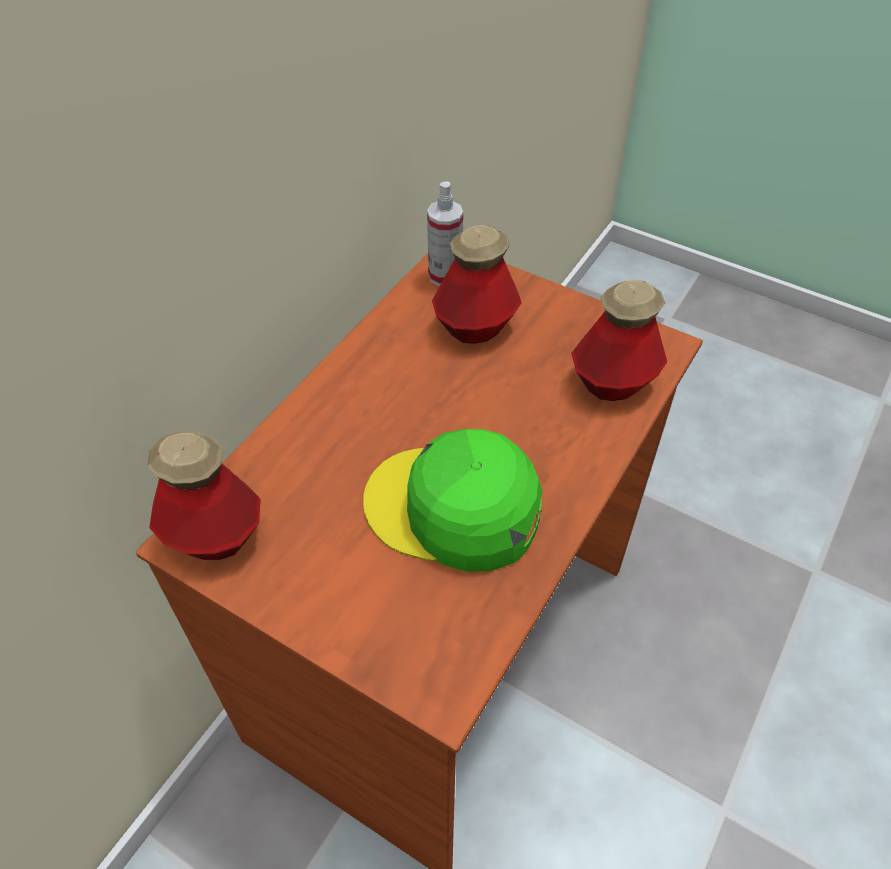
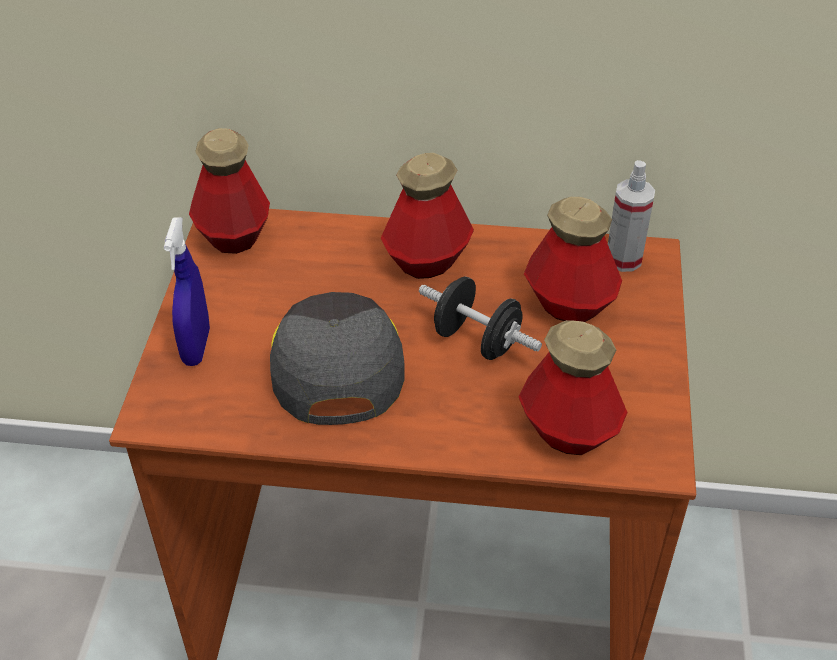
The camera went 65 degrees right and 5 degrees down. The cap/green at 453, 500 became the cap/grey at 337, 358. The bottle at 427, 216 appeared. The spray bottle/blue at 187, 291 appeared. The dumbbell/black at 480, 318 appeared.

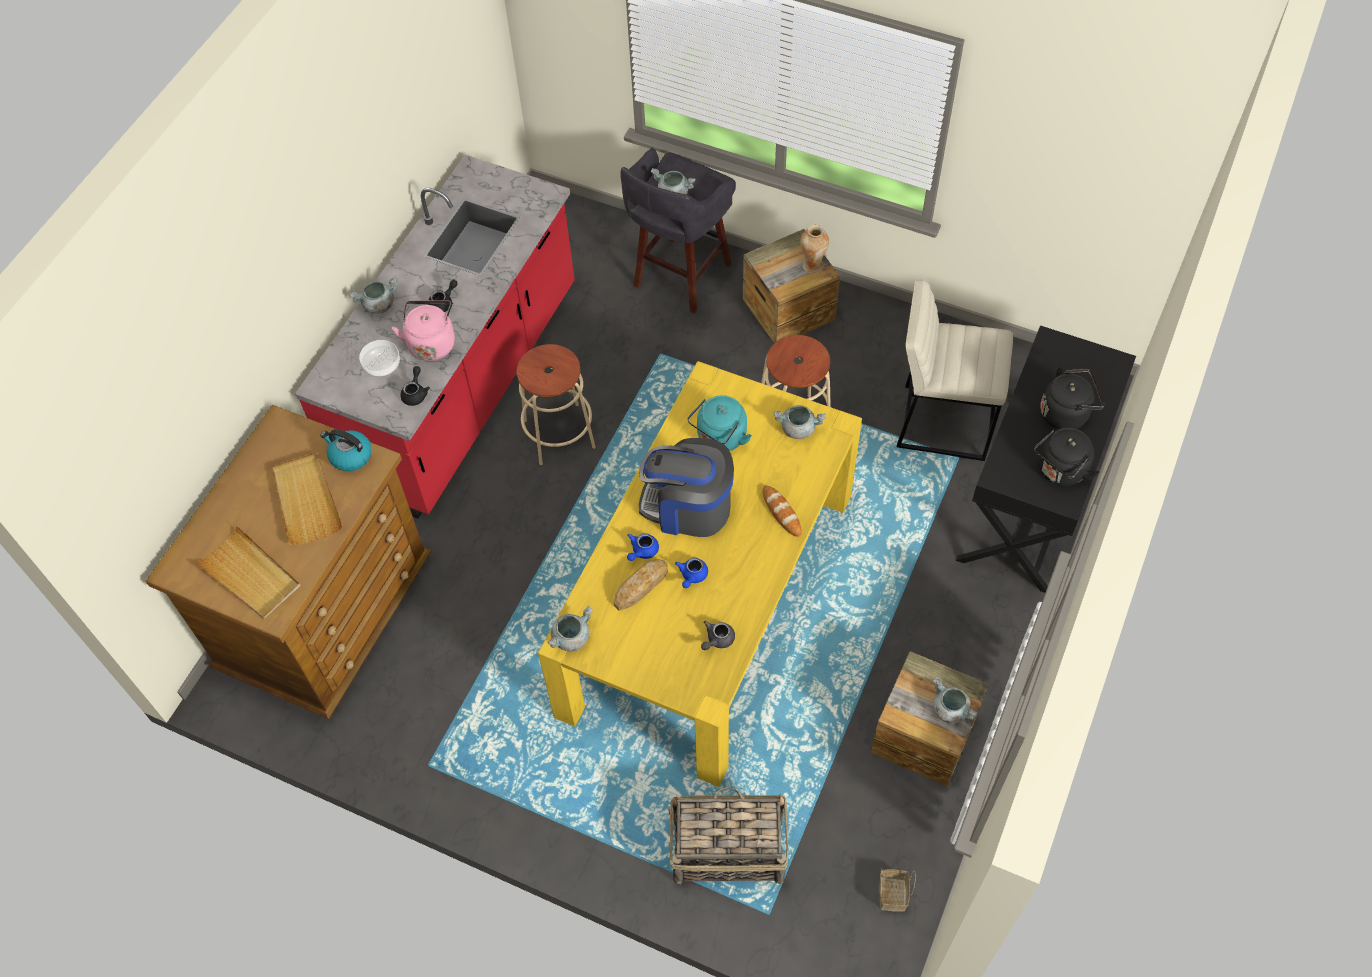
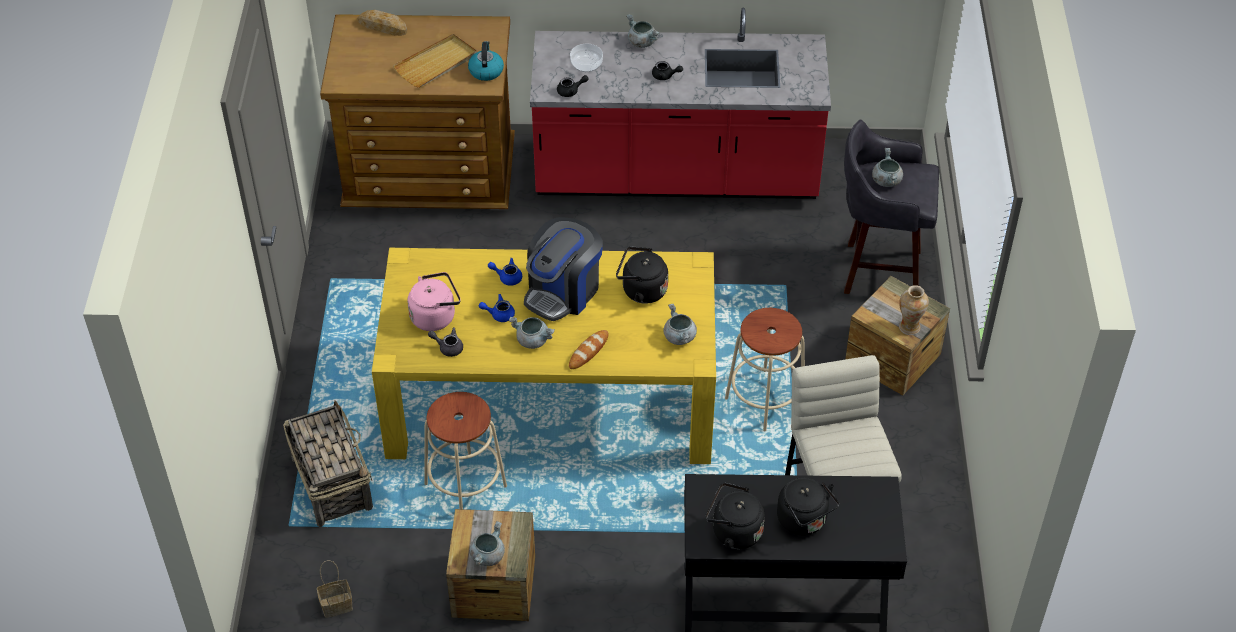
The camera went 65 degrees right and 10 degrees down. The kettle/pink moved from 423, 330 to 434, 301. The stool/beige moved from 556, 404 to 465, 450. The kettle/turquoise at 719, 423 became the kettle/black at 642, 275. The coffee machine at 686, 487 turned 135 degrees counterclockwise. The tray/beige at 247, 572 disappeared. The bread moved from 641, 585 to 382, 23. The cooking pot/grey moved from 570, 628 to 532, 333.

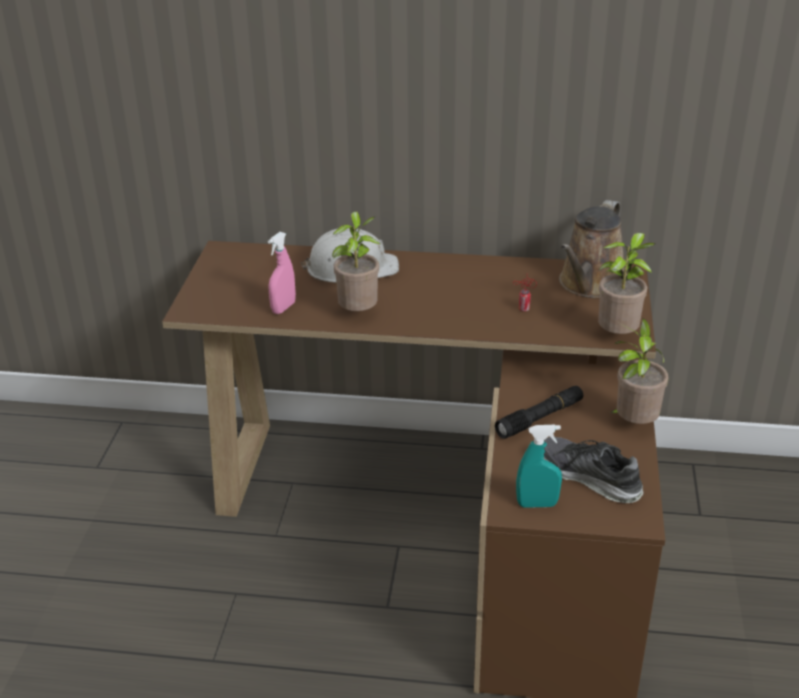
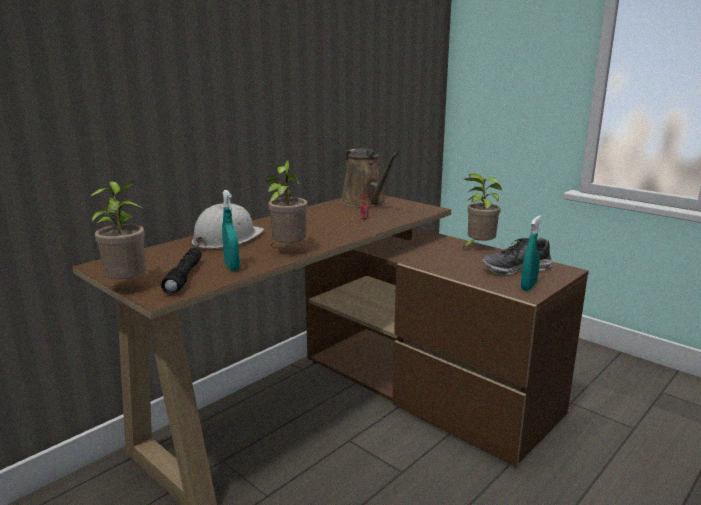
The camera went 55 degrees left and 15 degrees down. The spray bottle/pink at 282, 273 became the spray bottle/turquoise at 231, 230. The potted plant moved from 627, 283 to 118, 230. The flashlight/black moved from 539, 412 to 181, 271.

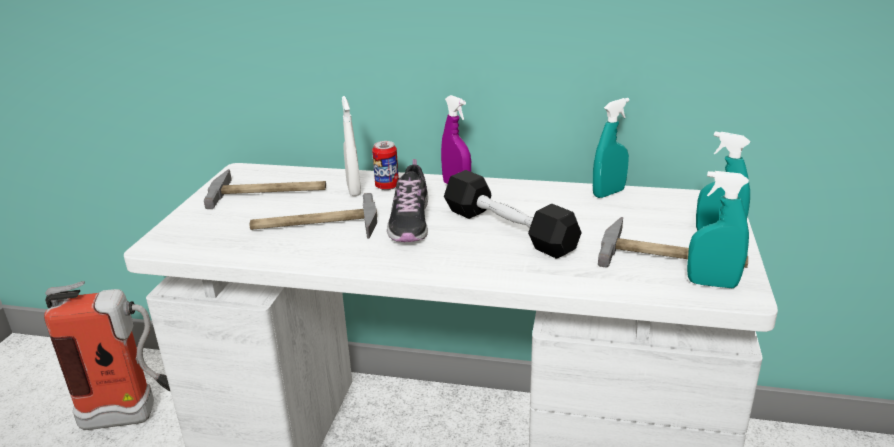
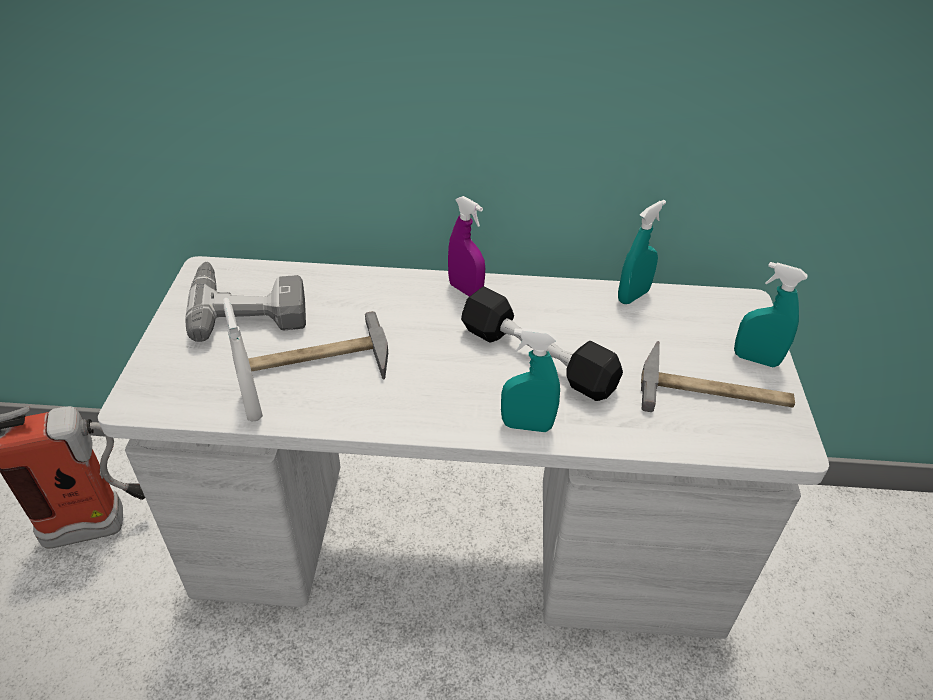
The camera went 10 degrees left and 15 degrees up. The spray bottle/white moved from 351, 146 to 243, 360. The can at 385, 165 disappeared. The shoe at 407, 200 disappeared. The hammer at 265, 189 was replaced by the power drill at 246, 302. The spray bottle/turquoise moved from 718, 229 to 530, 380.

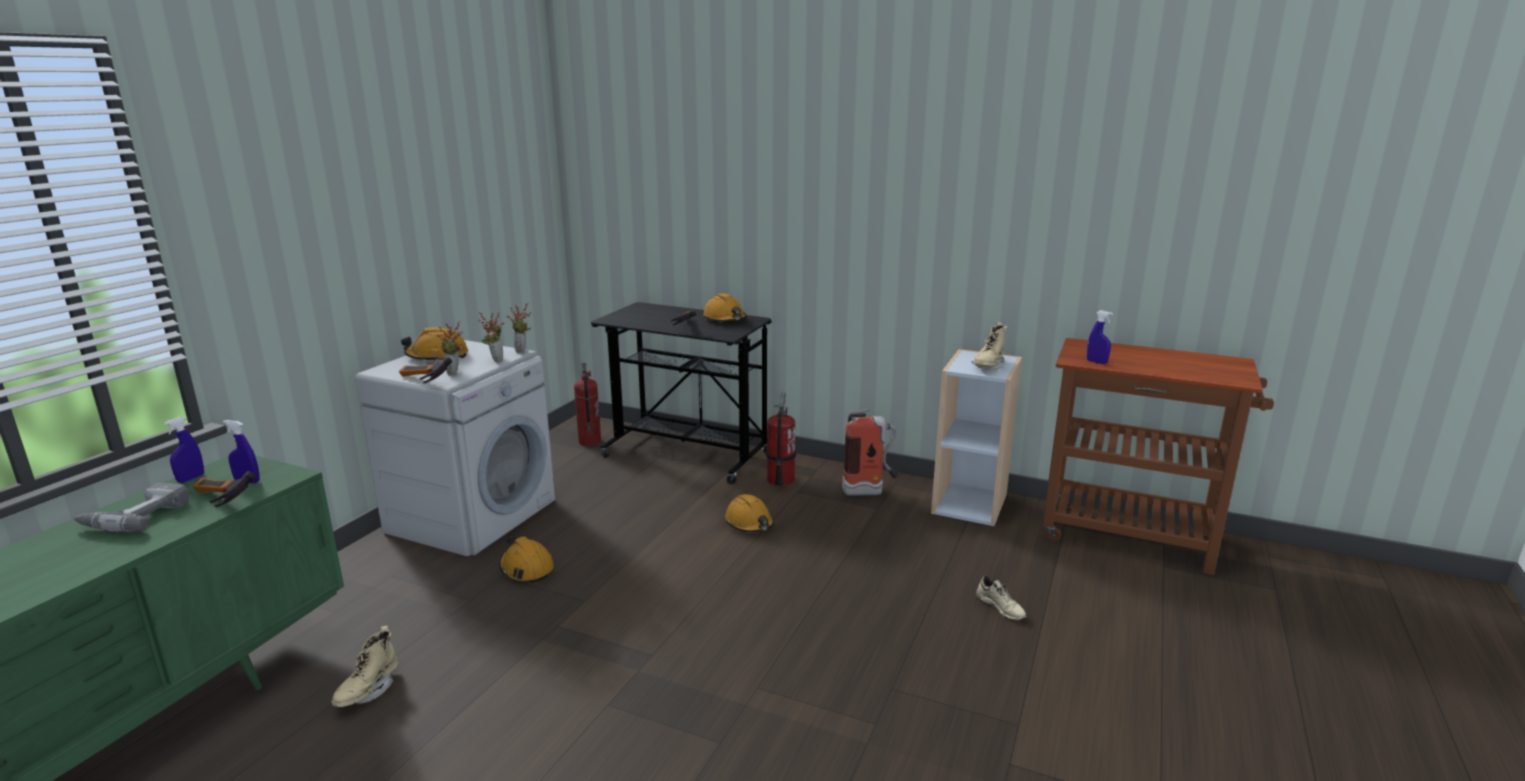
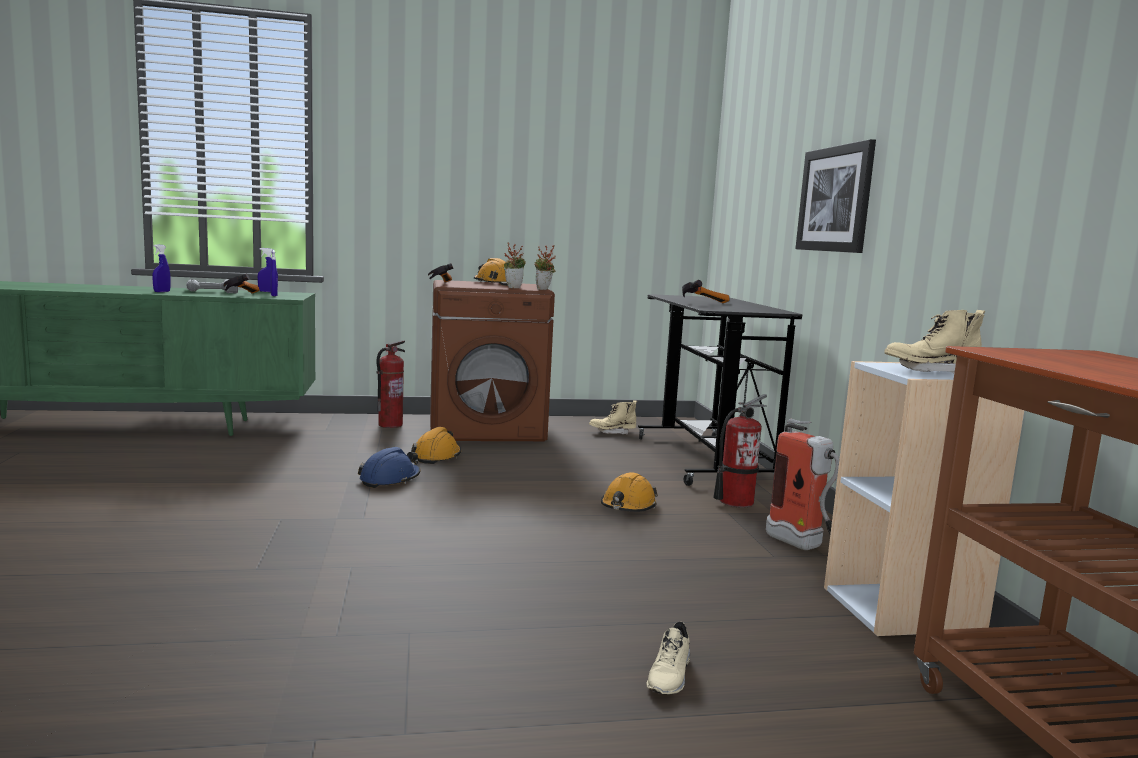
The camera went 55 degrees right and 10 degrees down. The hard hat/orange at 725, 307 disappeared. The spray bottle/blue moved from 1100, 337 to 162, 268. The potted plant at 450, 349 disappeared. The washing machine/white at 455, 448 became the washing machine/brown at 492, 360. The fire extinguisher moved from 587, 404 to 390, 384. The boot/beige moved from 364, 666 to 613, 417. The picture at 835, 196 appeared. The hard hat/blue at 389, 467 appeared.

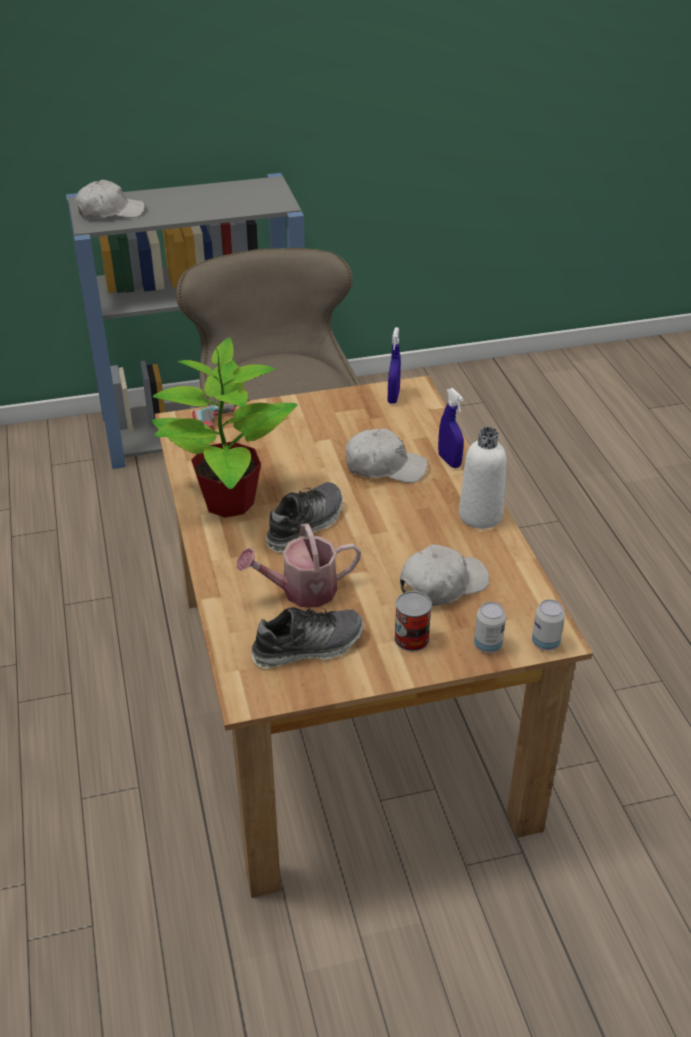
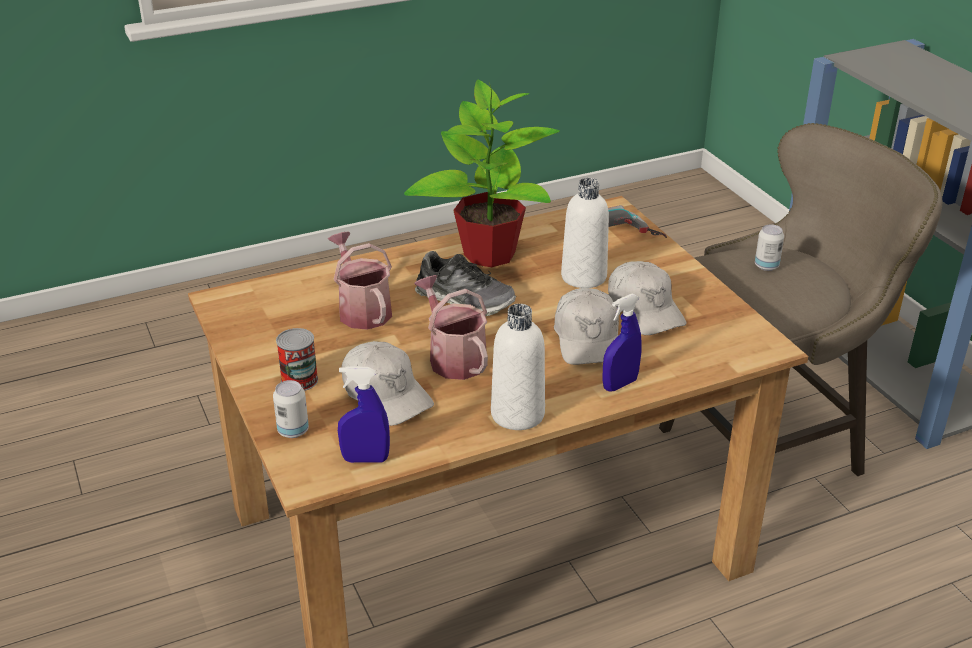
The camera went 80 degrees right and 5 degrees down. The cap/white moved from 110, 199 to 647, 298. The spray bottle/blue moved from 394, 365 to 364, 414. The can moved from 548, 624 to 769, 248. The shoe at 307, 637 disappeared. The bottle/white at 585, 233 appeared. The watering can at 451, 327 appeared.

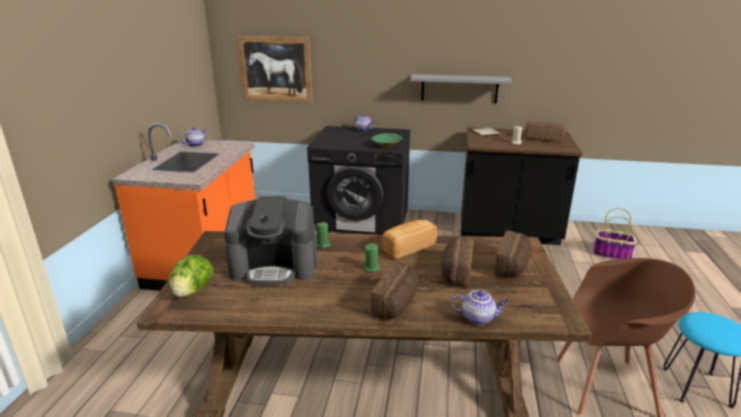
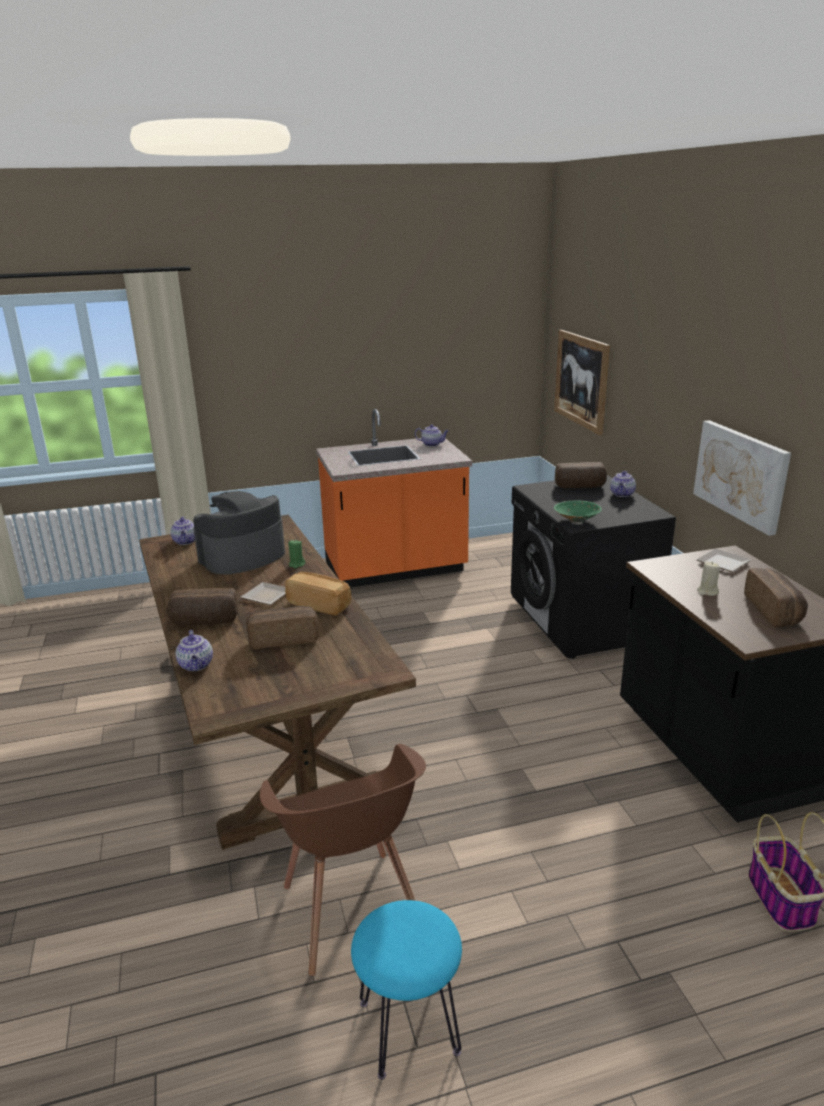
The camera went 65 degrees right and 0 degrees up. The shelf/grey at 461, 89 was replaced by the picture at 742, 478. The coffee machine at 270, 240 turned 75 degrees clockwise. The bread moved from 513, 254 to 581, 475. The candle/green at 371, 257 was replaced by the plate at 263, 593. The lettuce at 191, 276 was replaced by the teapot at 182, 531.

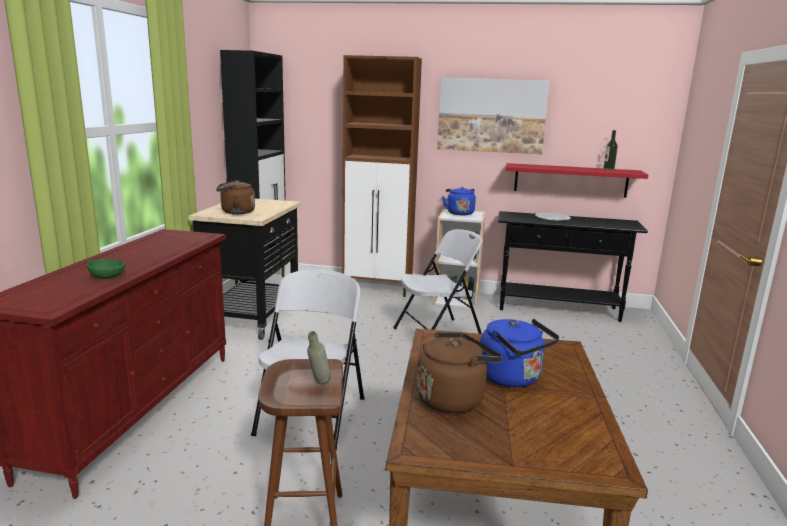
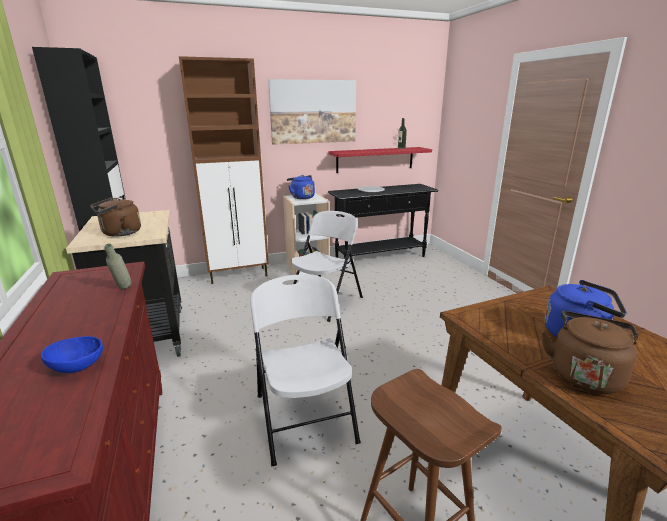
The camera went 30 degrees left and 5 degrees up. The bowl/green at 106, 269 became the bowl/blue at 72, 354. The bottle/grey moved from 319, 357 to 118, 266.

